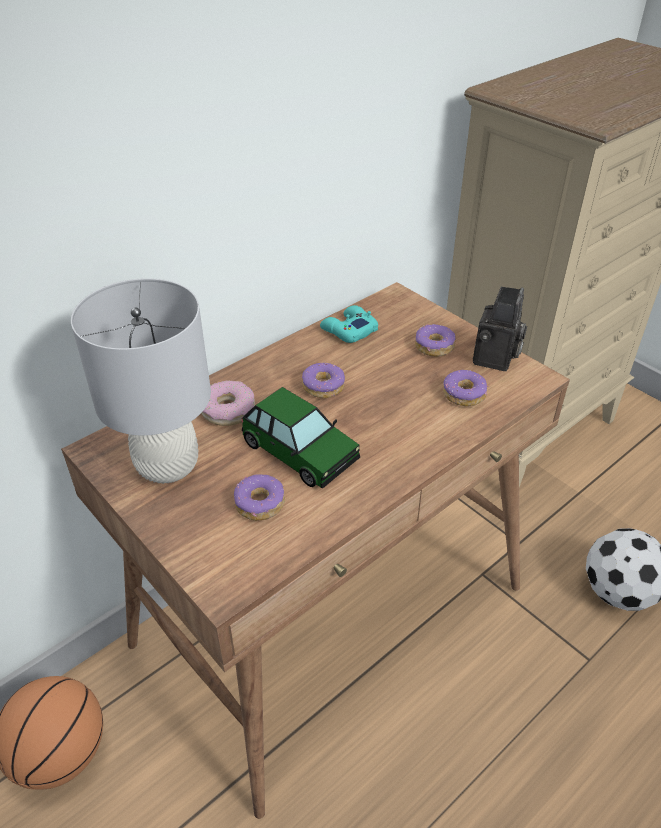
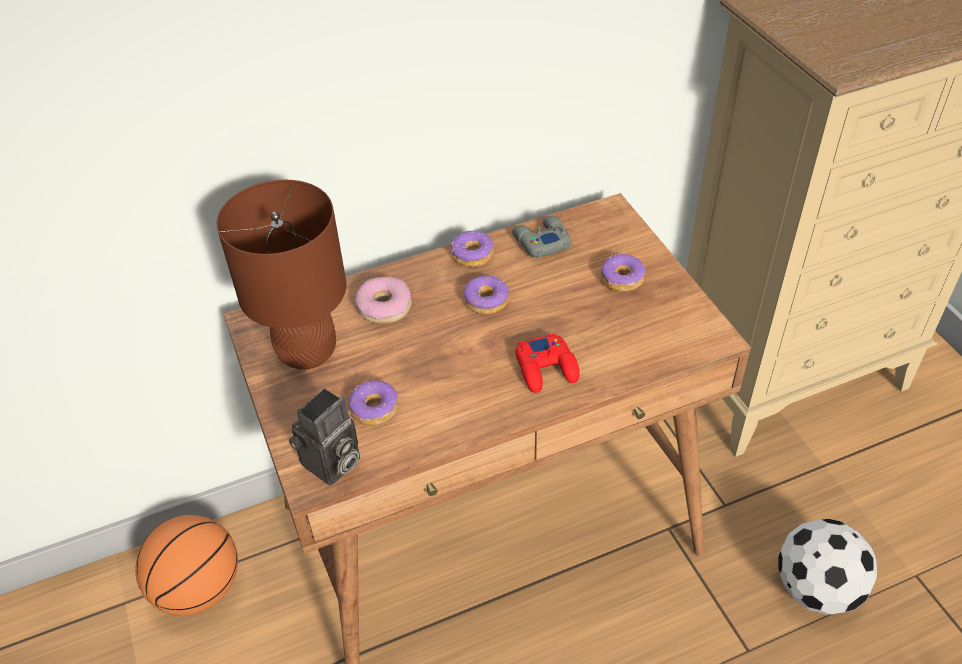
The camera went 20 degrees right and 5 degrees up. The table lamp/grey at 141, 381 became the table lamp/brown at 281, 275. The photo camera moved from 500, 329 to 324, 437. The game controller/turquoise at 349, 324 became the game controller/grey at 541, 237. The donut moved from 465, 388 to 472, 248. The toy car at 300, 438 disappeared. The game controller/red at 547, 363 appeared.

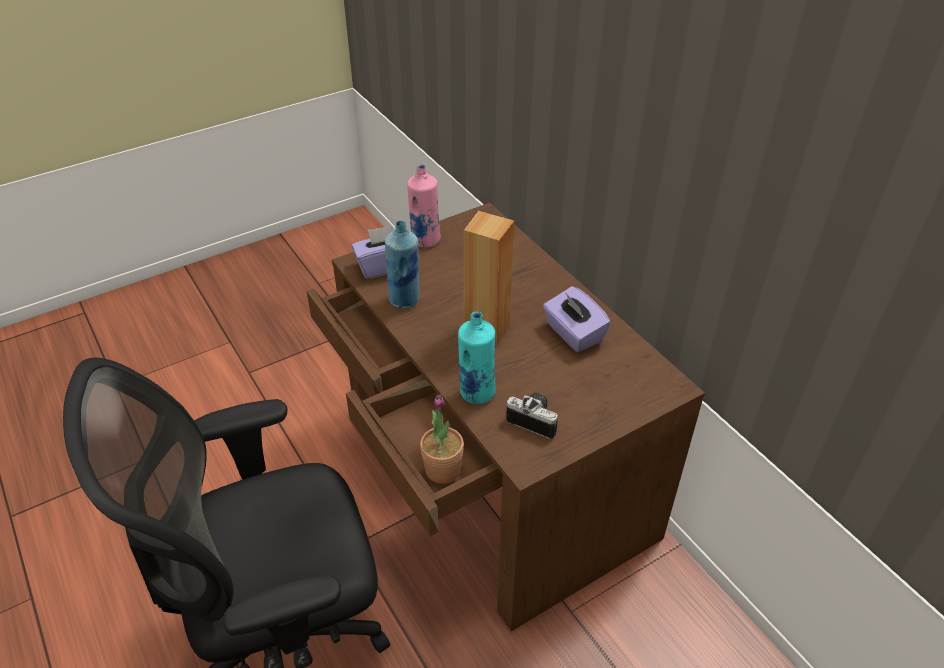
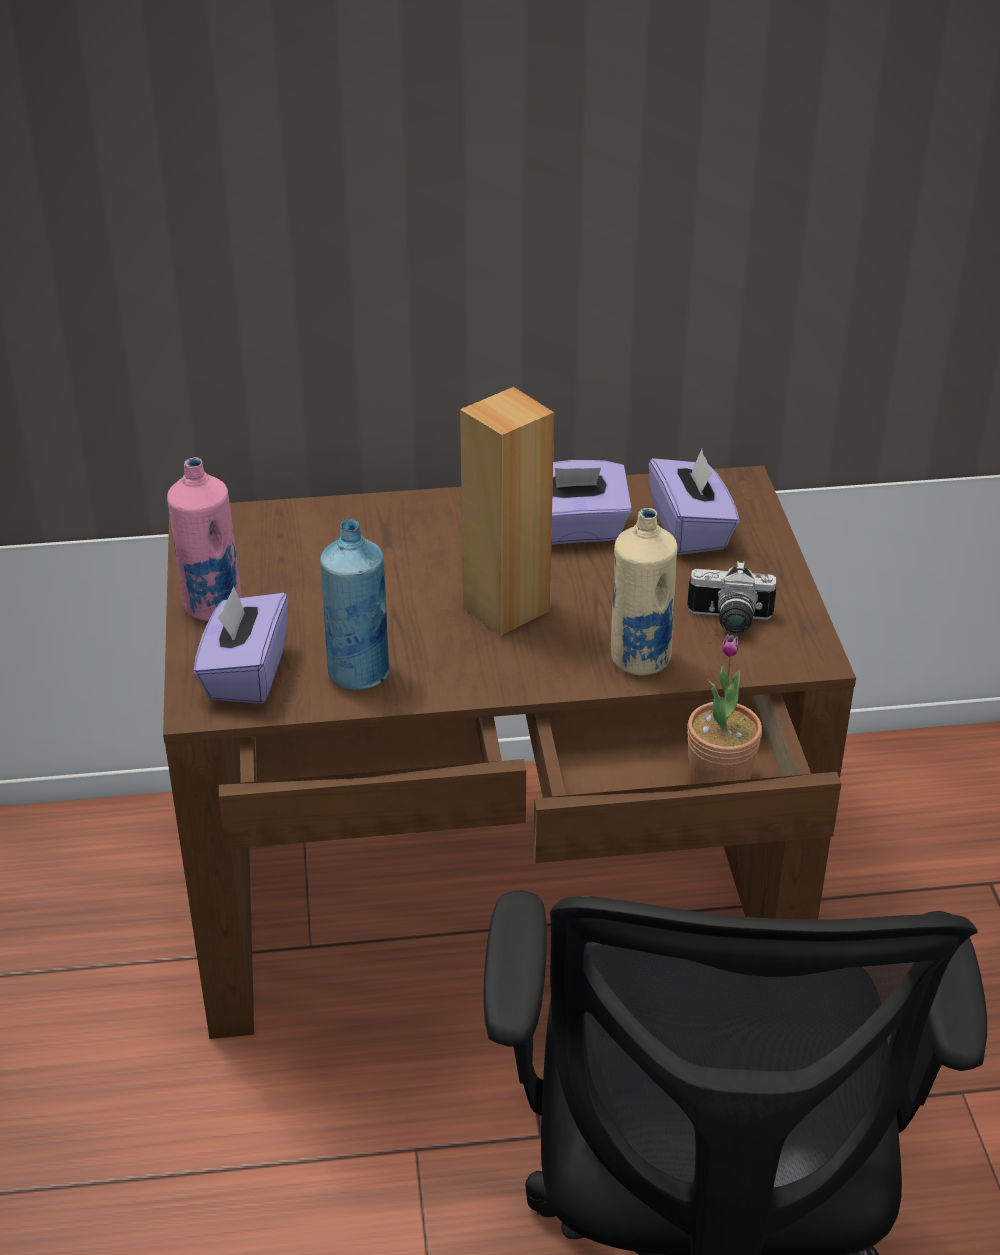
The camera went 65 degrees left and 5 degrees down. The bottle/turquoise at 477, 358 became the bottle/beige at 644, 591. The photo camera at 532, 416 turned 135 degrees counterclockwise. The tissue box/purple at 694, 502 appeared.

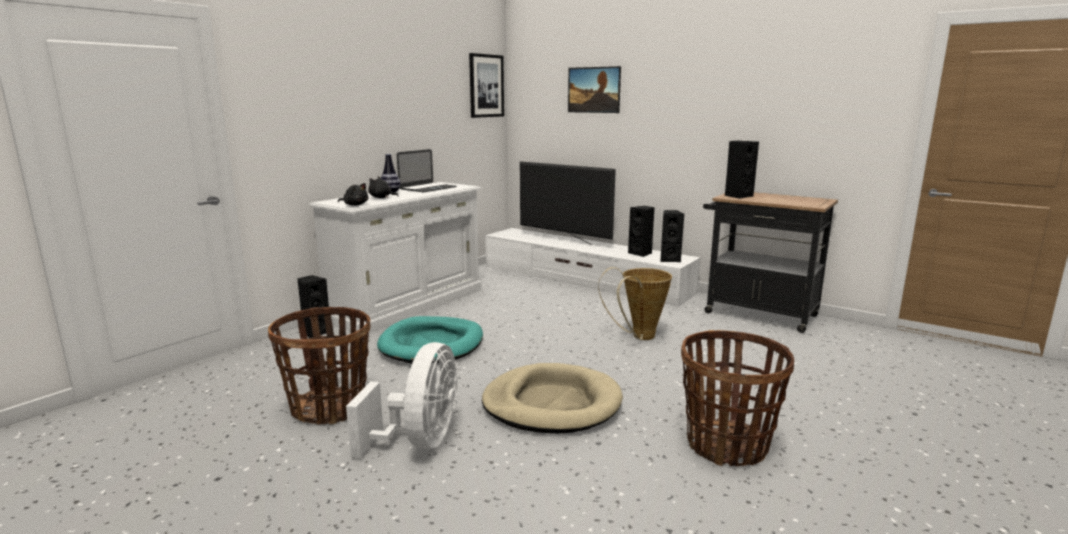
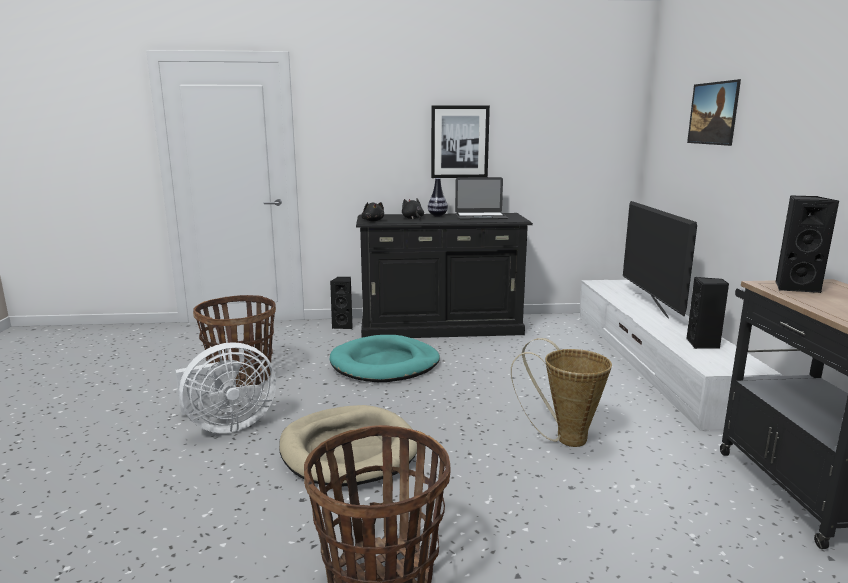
The camera went 50 degrees right and 0 degrees up. The picture moved from 486, 85 to 460, 141. The cabinet/white at 395, 258 became the cabinet/black at 444, 275. The speaker/black at 672, 236 disappeared.

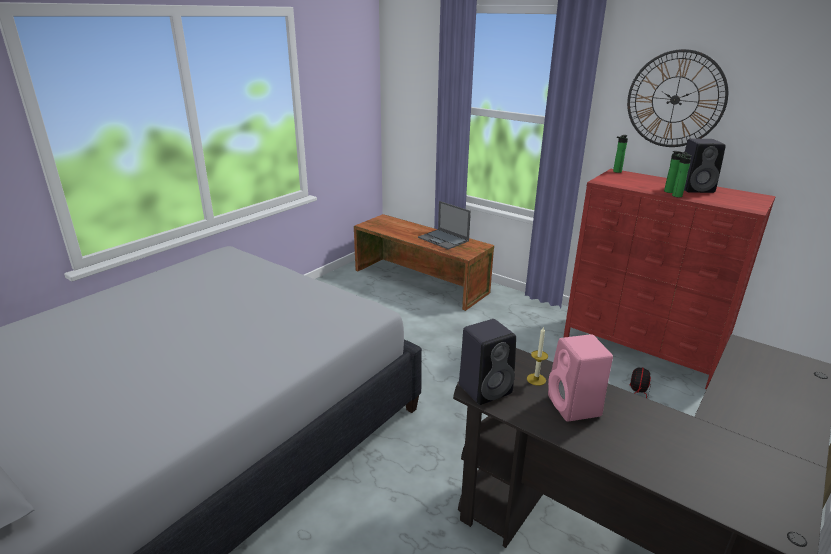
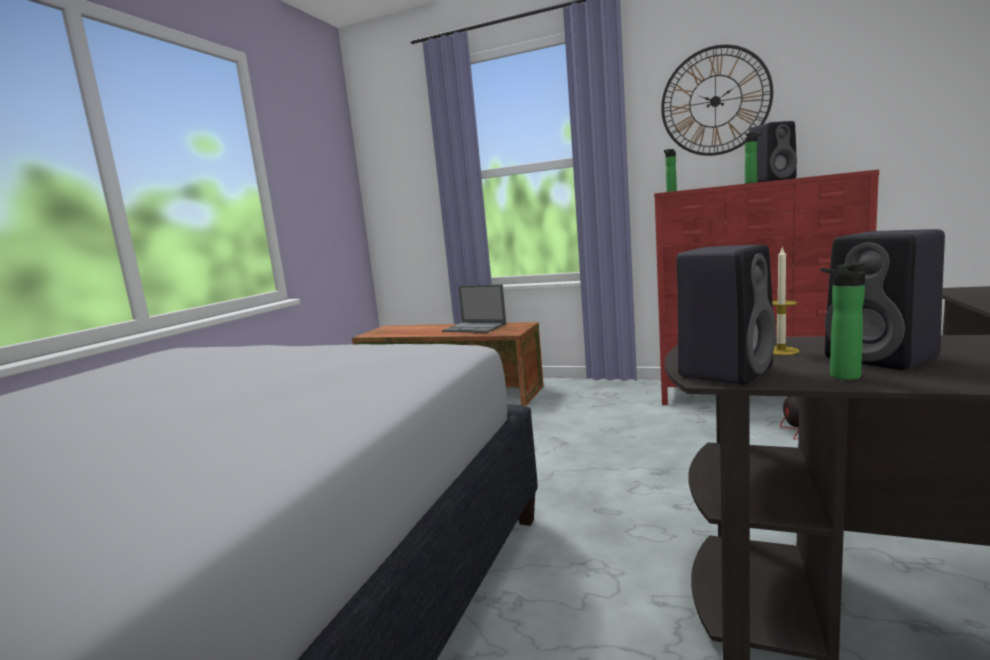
The camera went 15 degrees left and 15 degrees down. The bottle moved from 682, 175 to 842, 321. The speaker/pink at 580, 377 became the speaker/black at 885, 299.

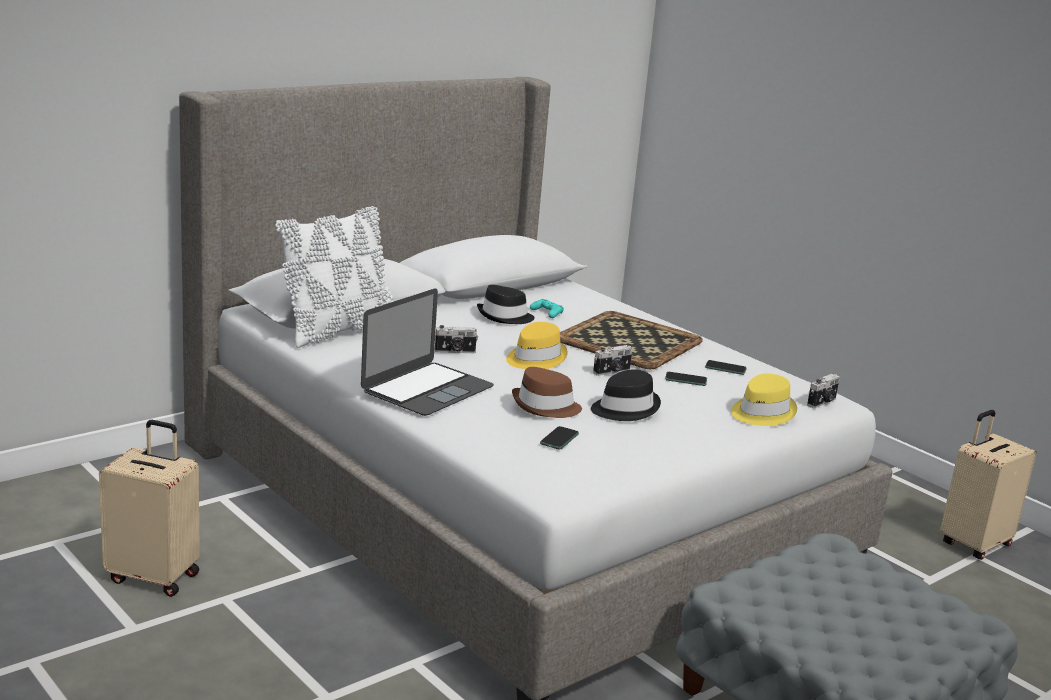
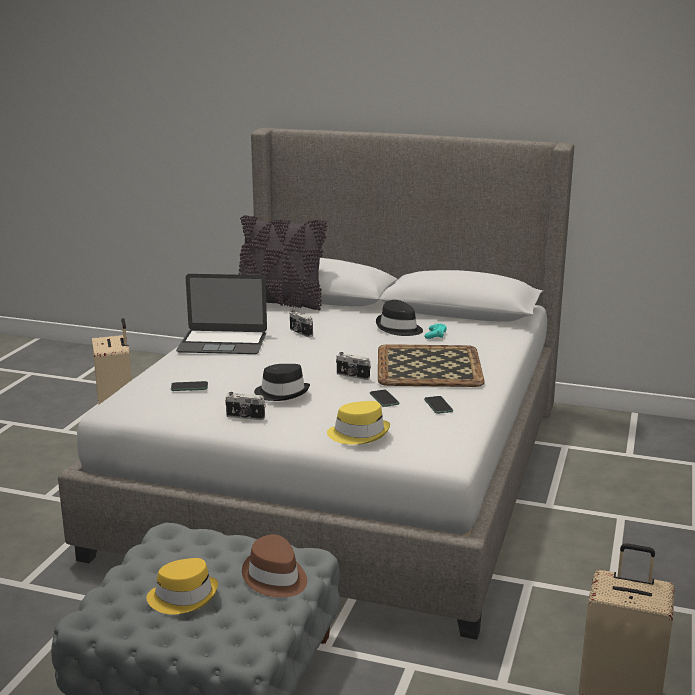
The camera went 60 degrees right and 0 degrees up. The pillow/white at 334, 277 became the pillow/black at 283, 262. The hat/yellow moved from 537, 345 to 182, 586. The hat/brown moved from 547, 392 to 274, 566. The photo camera moved from 823, 391 to 245, 406.

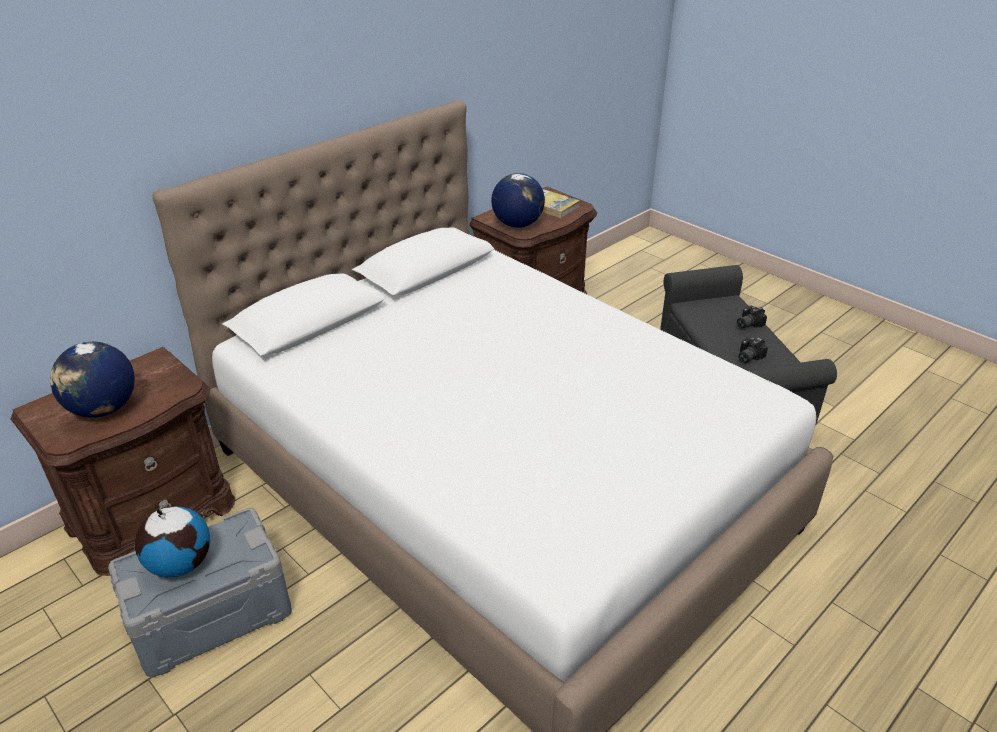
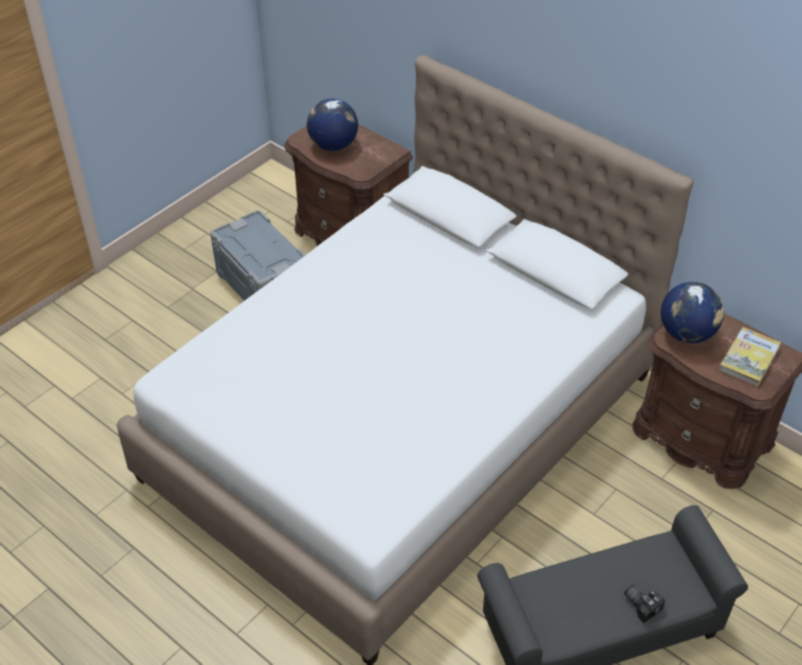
The camera went 85 degrees right and 10 degrees up. The photo camera at 753, 350 disappeared. The globe at 172, 542 disappeared.

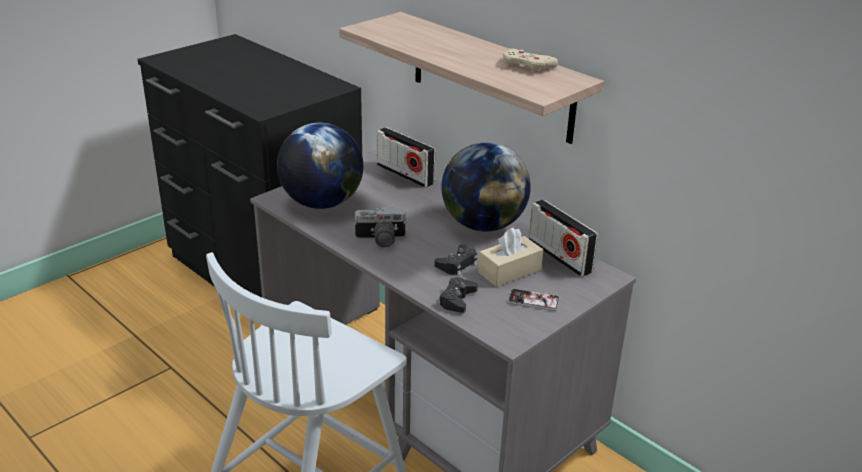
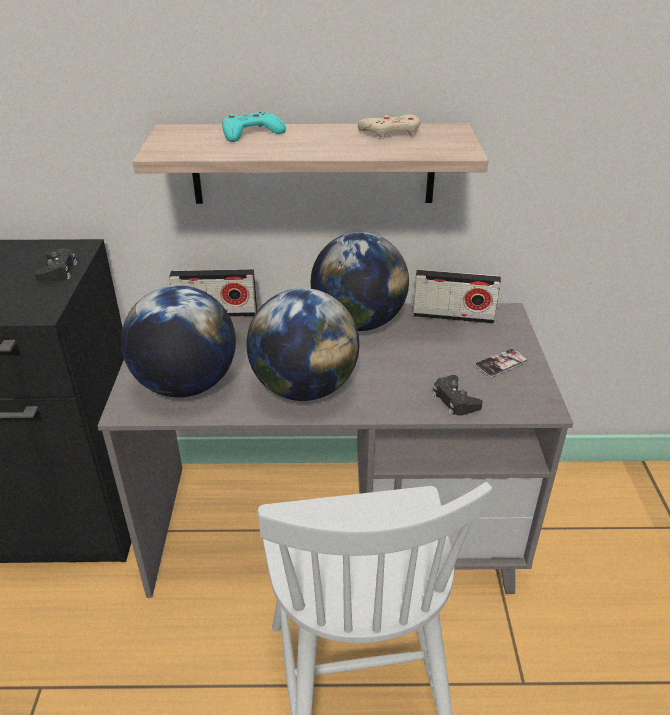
The camera went 45 degrees left and 5 degrees up. The photo camera at 380, 227 was replaced by the globe at 302, 344. The tissue box/beige at 510, 257 disappeared. The game controller/black moved from 456, 260 to 56, 264. The game controller/turquoise at 254, 127 appeared.

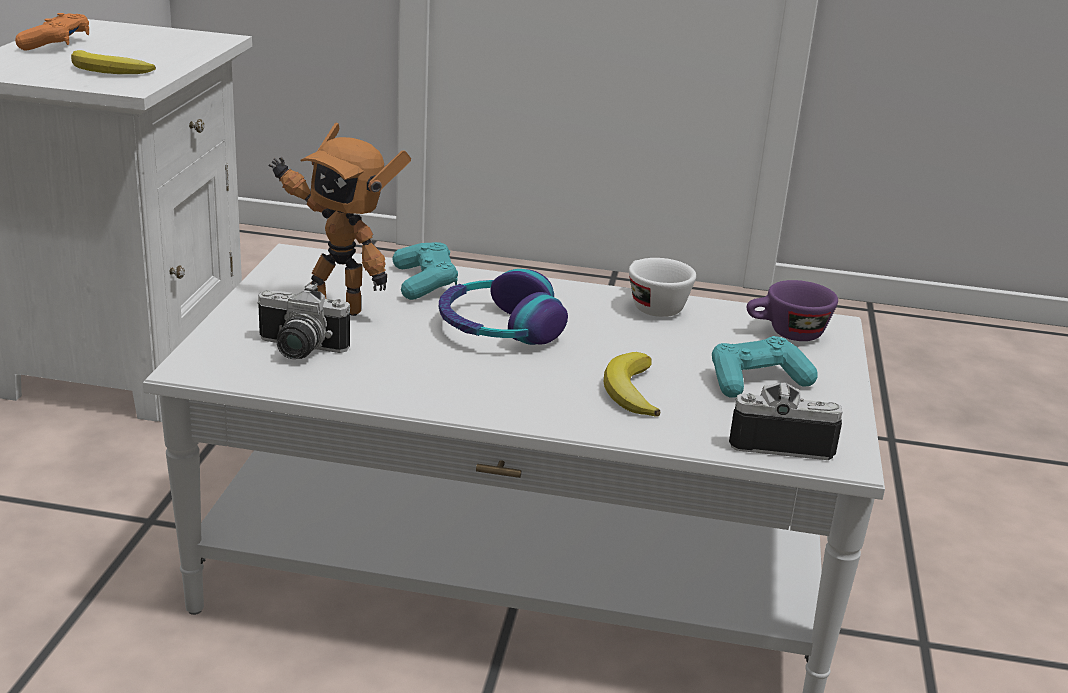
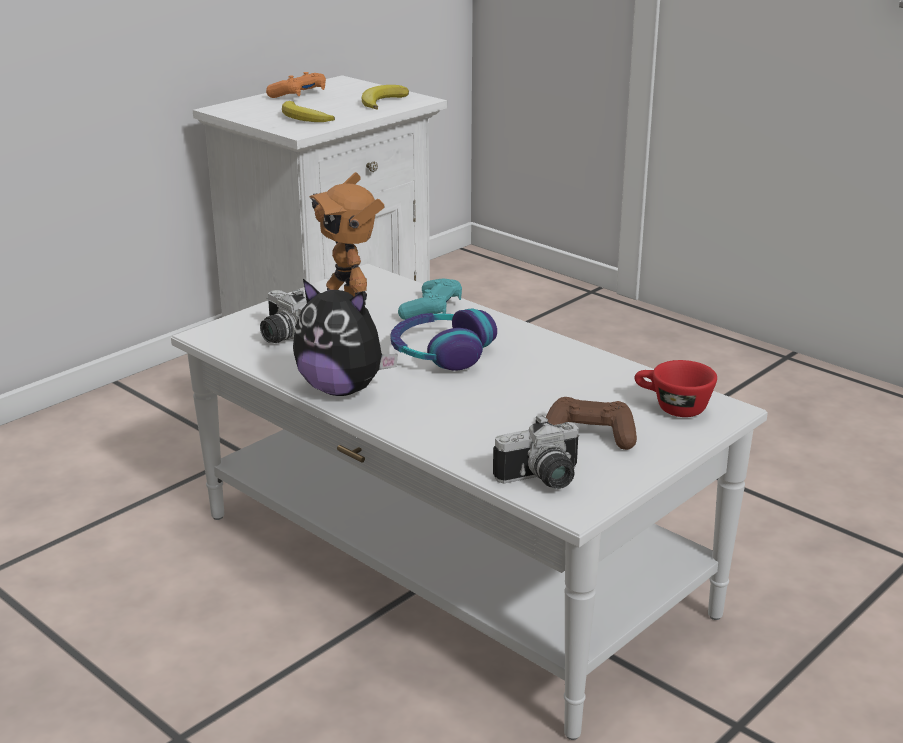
The camera went 35 degrees right and 0 degrees up. The cup/white at 662, 287 disappeared. The cup/purple at 792, 310 became the cup/red at 676, 388. The game controller/turquoise at 765, 367 became the game controller/brown at 591, 423. The banana moved from 632, 384 to 385, 97. The photo camera at 785, 421 turned 120 degrees clockwise. The plush toy at 345, 337 appeared.

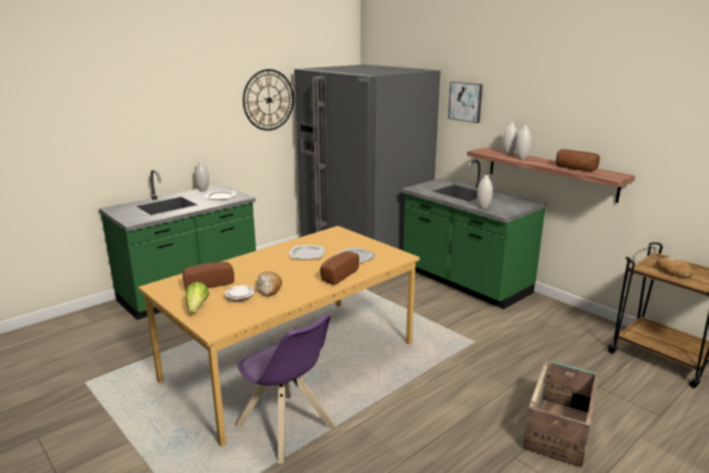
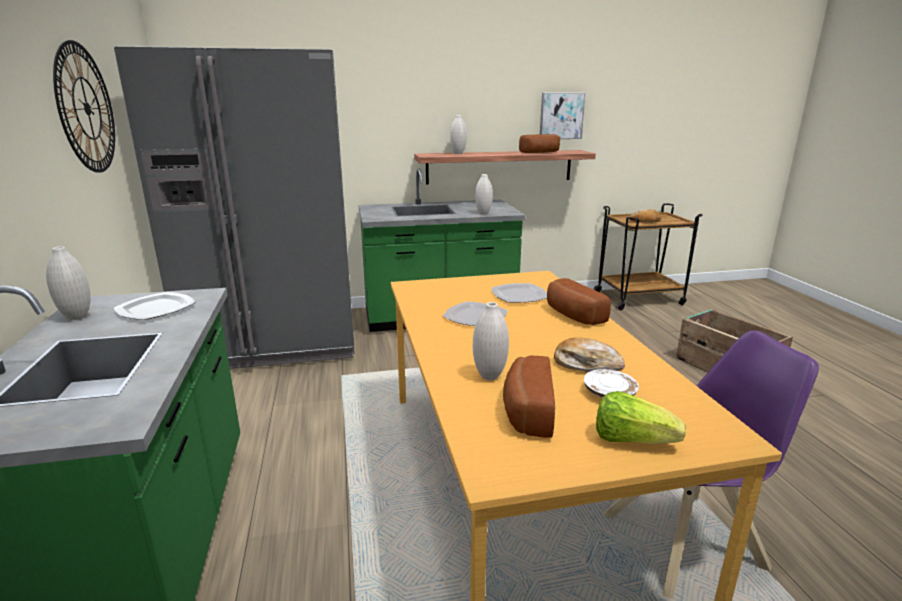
The camera went 60 degrees left and 0 degrees up. The picture moved from 465, 102 to 563, 116. The vase/white moved from 524, 143 to 491, 341.

